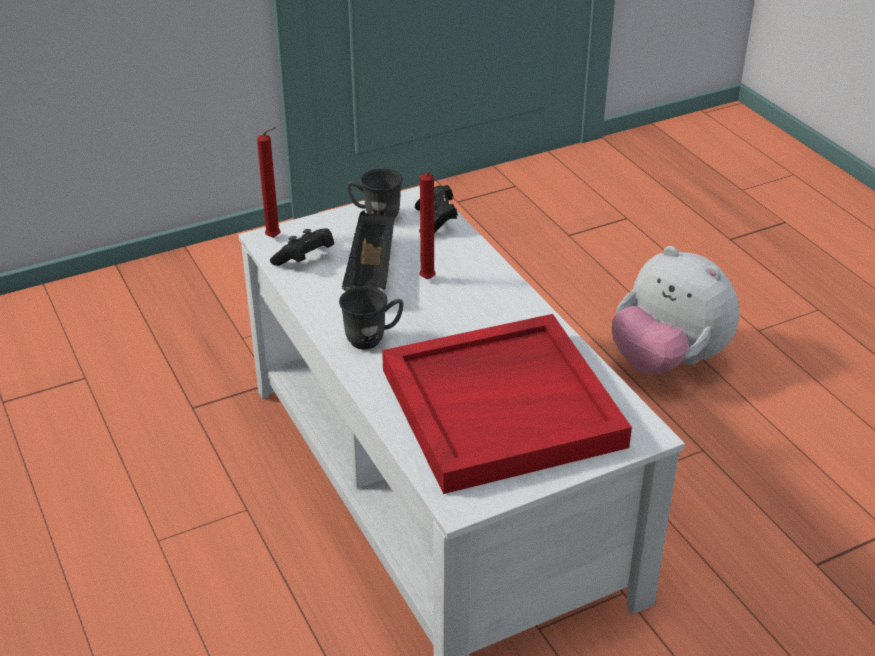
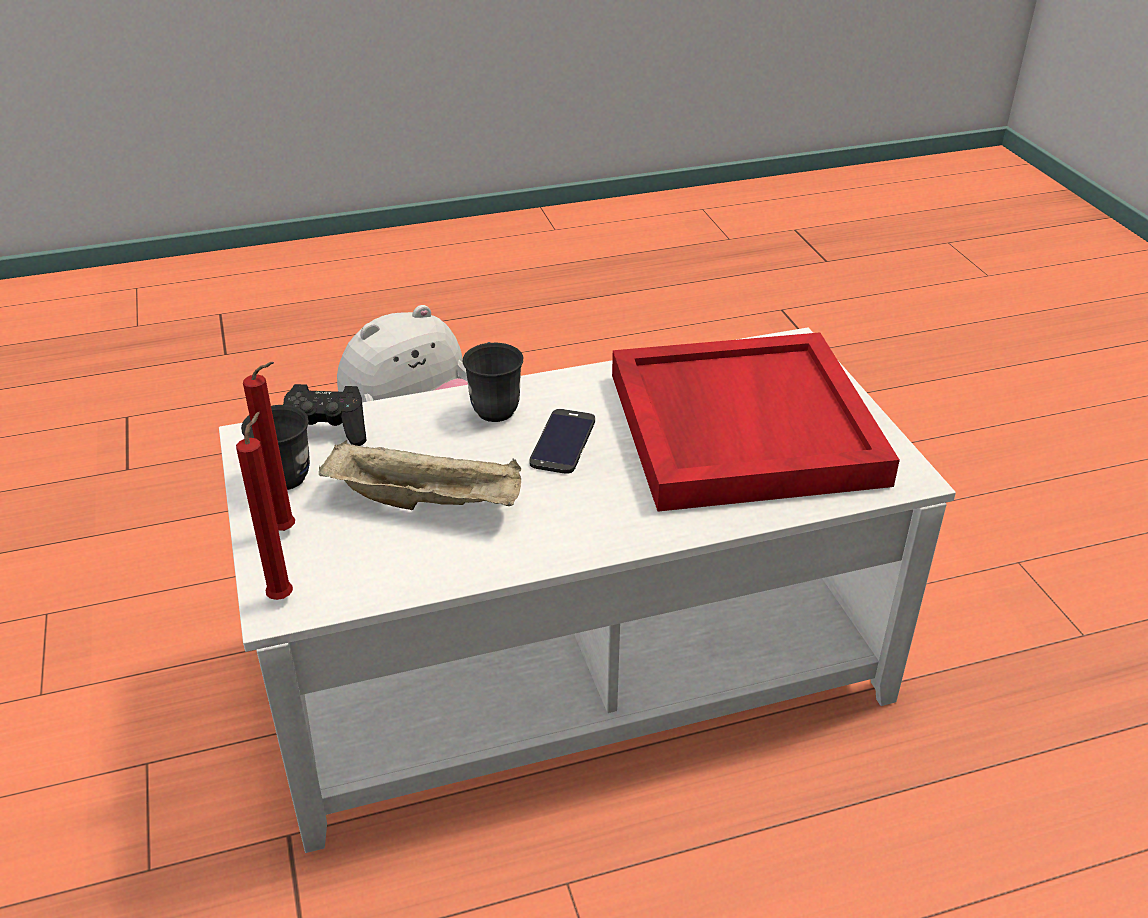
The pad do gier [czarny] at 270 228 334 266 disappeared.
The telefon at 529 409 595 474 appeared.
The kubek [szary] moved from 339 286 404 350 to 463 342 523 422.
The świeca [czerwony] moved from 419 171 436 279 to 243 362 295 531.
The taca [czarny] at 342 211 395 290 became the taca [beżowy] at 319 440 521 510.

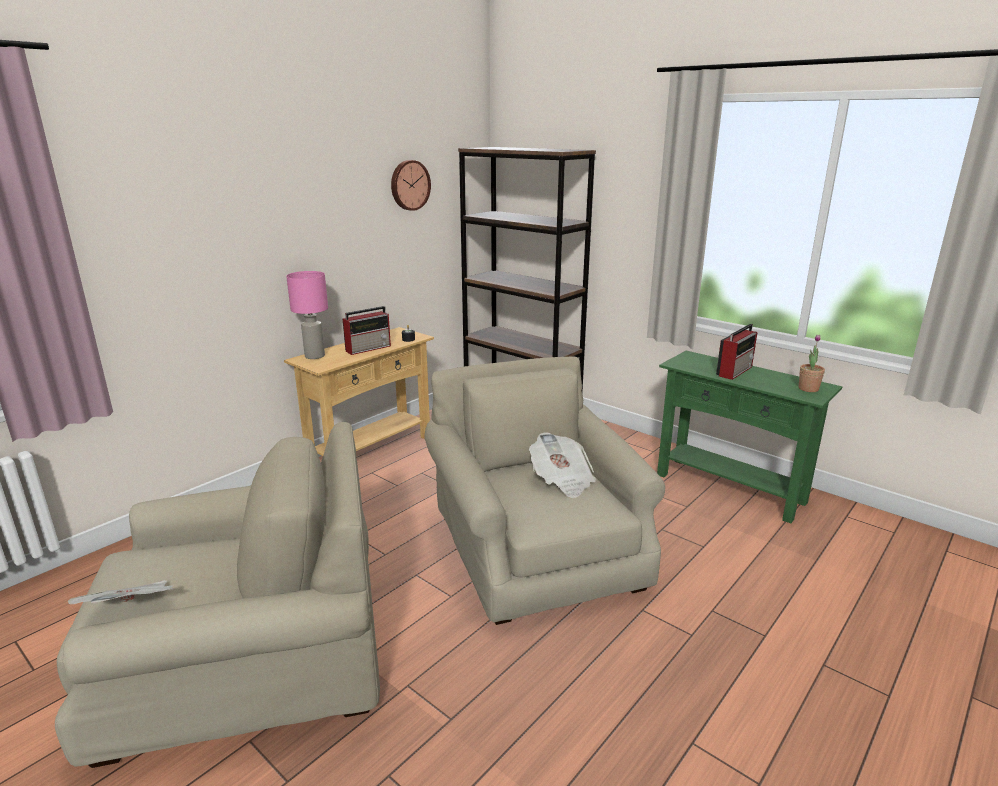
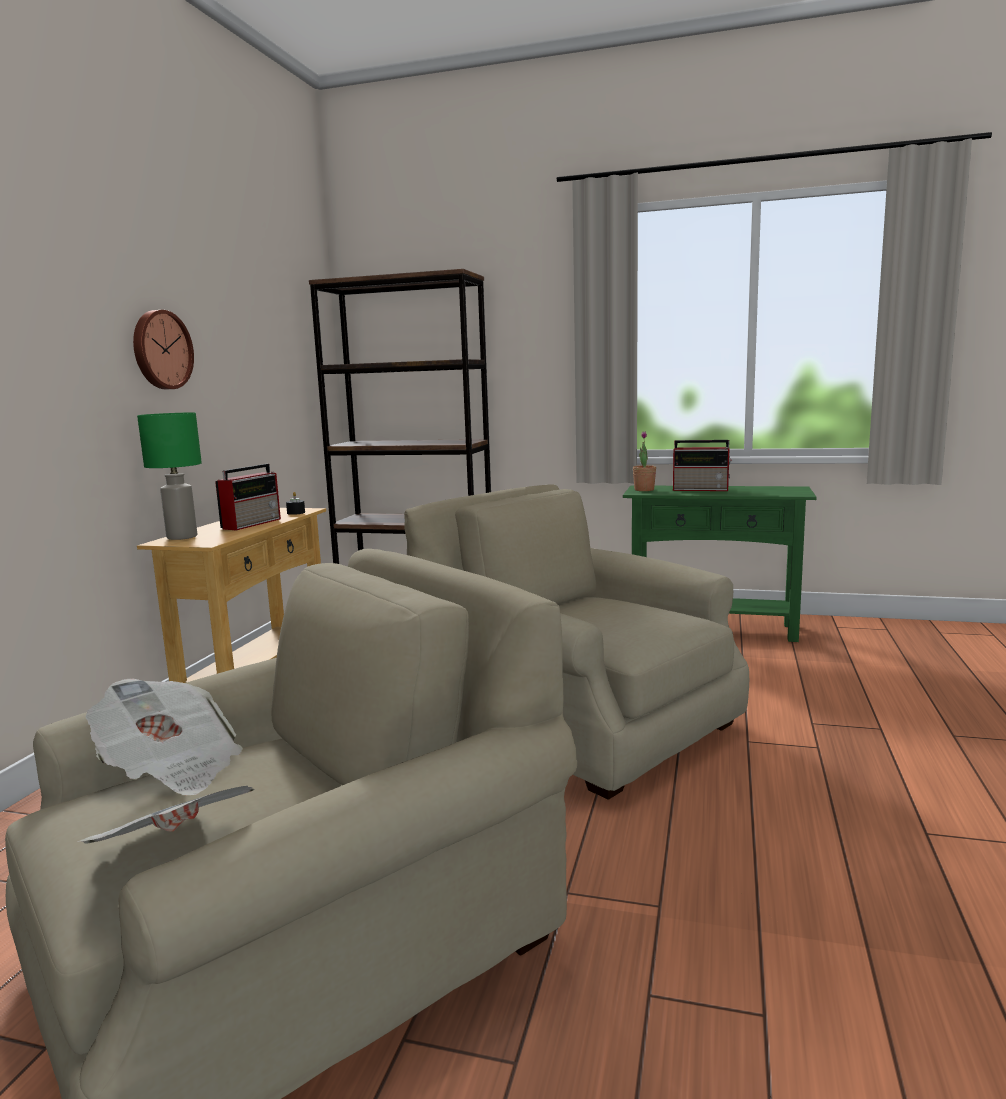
The zegar ścienny moved from 391 160 431 211 to 133 310 194 389.
The gazeta moved from 529 432 596 498 to 86 678 243 795.
The roślina doniczkowa moved from 799 335 825 392 to 633 431 656 491.
The lampa stołowa [różowy] at 286 271 328 359 became the lampa stołowa [zielony] at 137 412 202 540.
The radio at 716 324 757 380 turned 90 degrees clockwise.

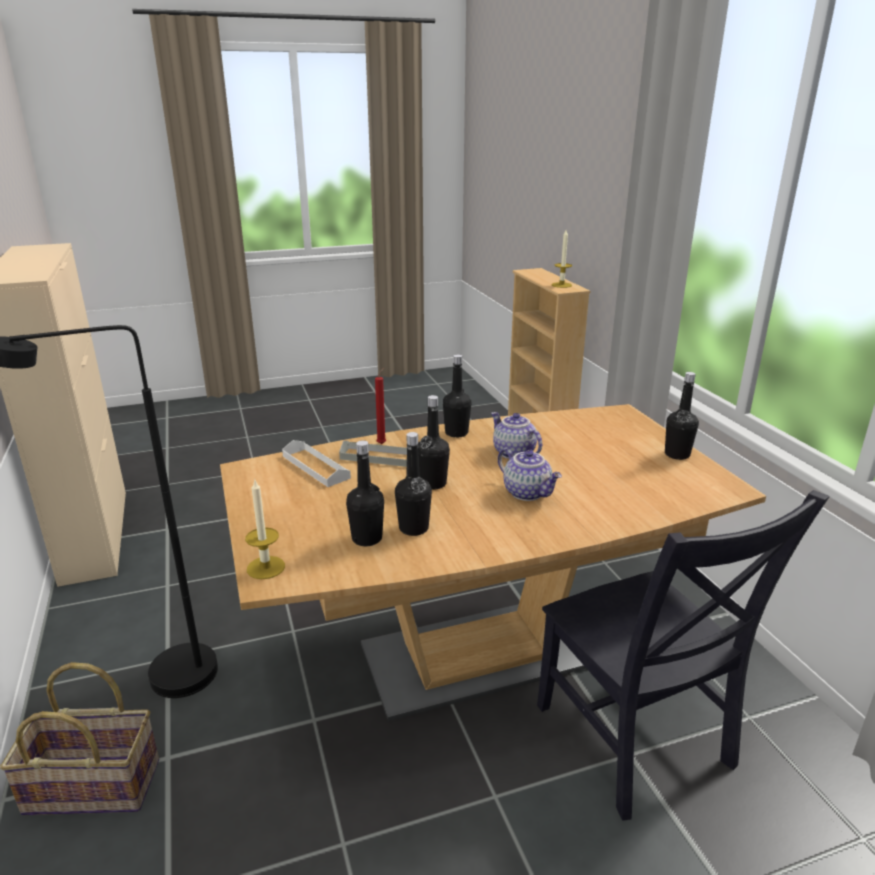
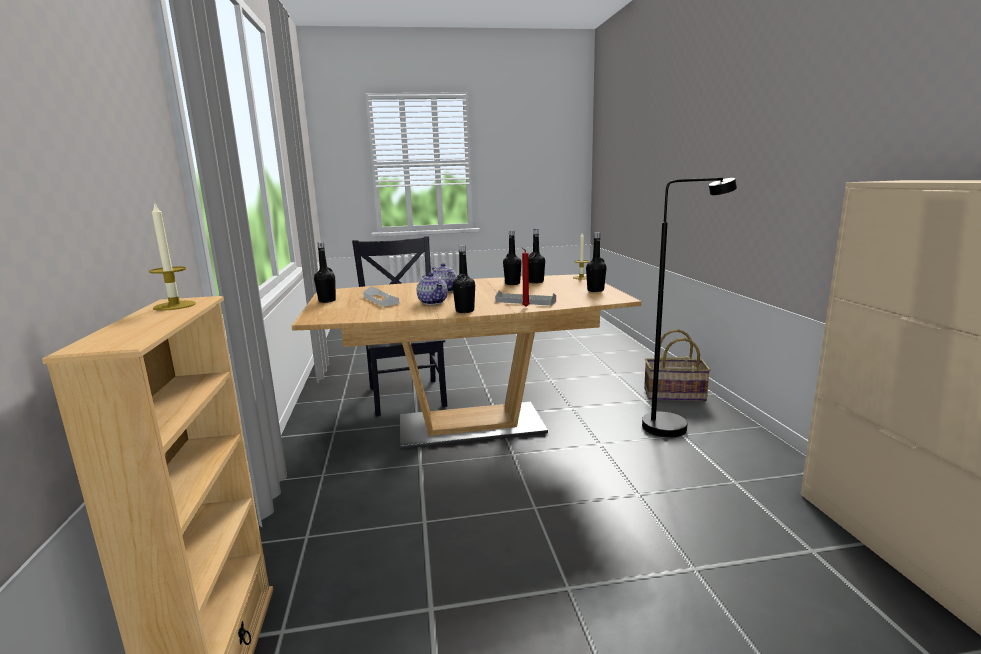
The taca [biały] moved from 282 440 351 487 to 363 287 399 307.
The butelka [czarny] moved from 418 395 450 490 to 586 232 606 292.

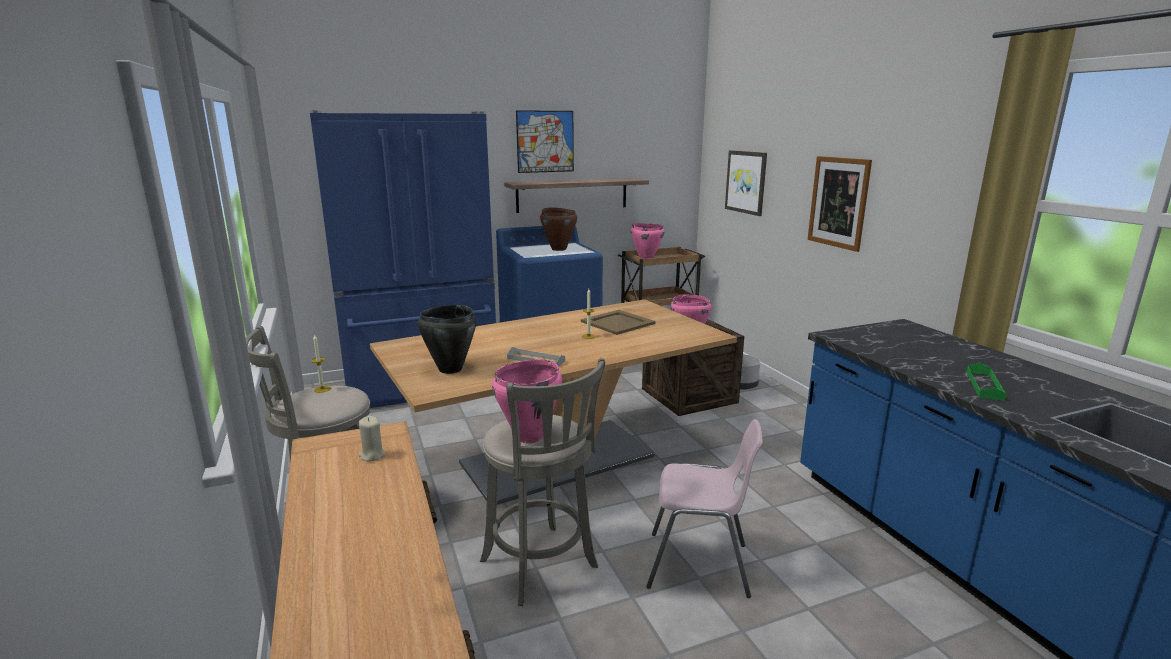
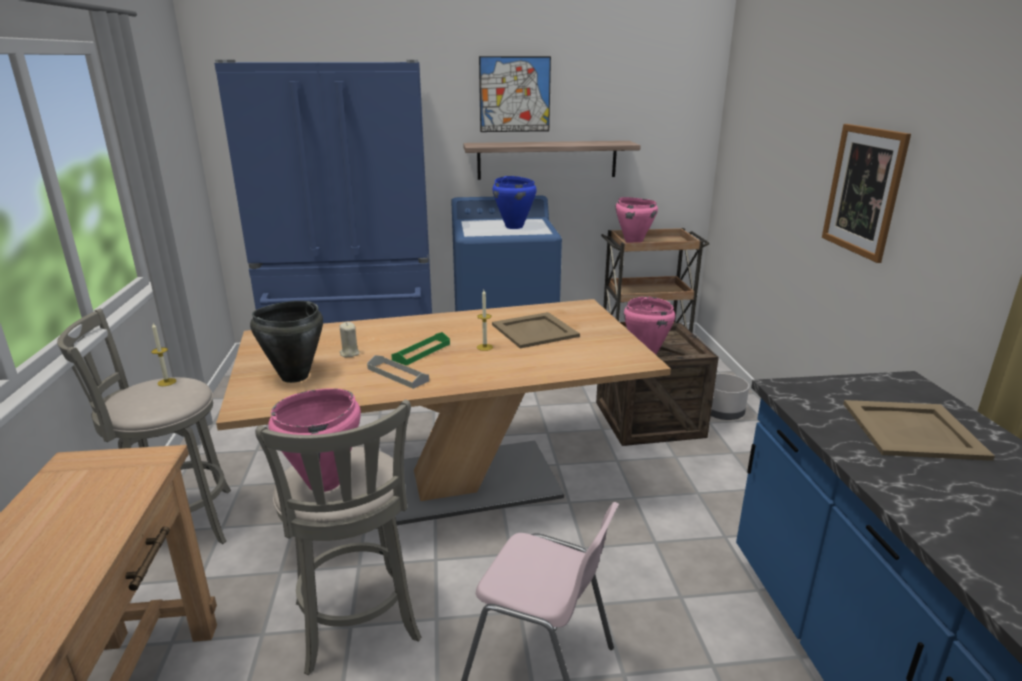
The obraz at 725 150 767 216 disappeared.
The taca [beżowy] at 843 400 995 461 appeared.
The świeca [beżowy] moved from 358 416 386 461 to 340 322 360 357.
The taca [zielony] moved from 966 362 1007 401 to 391 332 450 366.
The garnek [brązowy] at 540 207 577 251 became the garnek [niebieski] at 493 176 537 229.

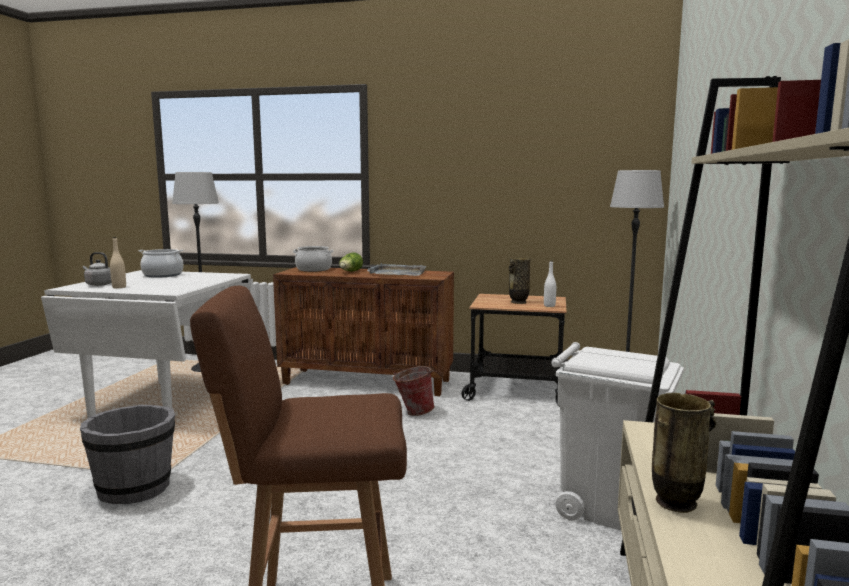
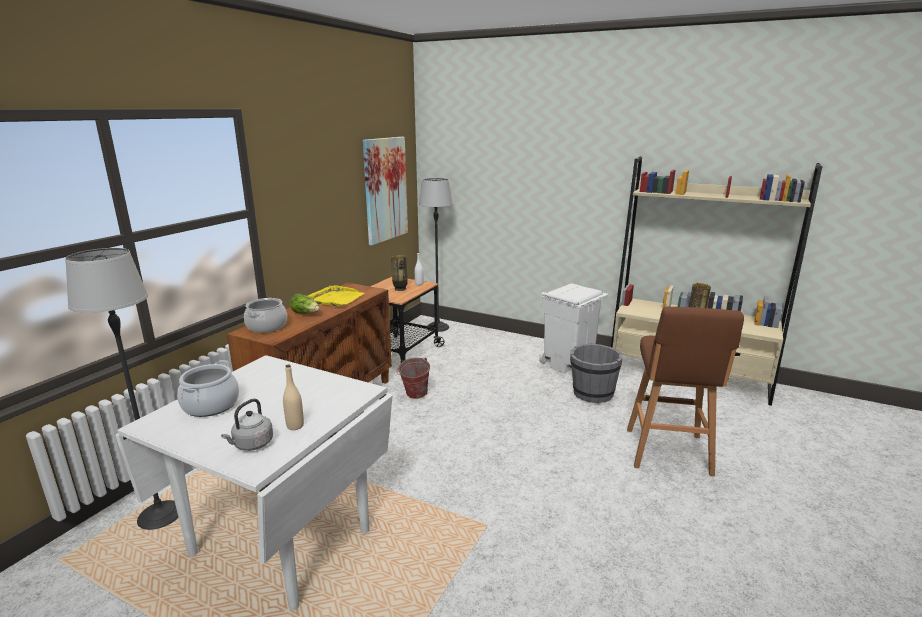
The obraz at 363 137 408 245 appeared.
The wiadro [szary] moved from 80 405 175 504 to 570 344 623 403.
The taca [szary] at 367 263 426 276 became the taca [żółty] at 308 285 364 306.

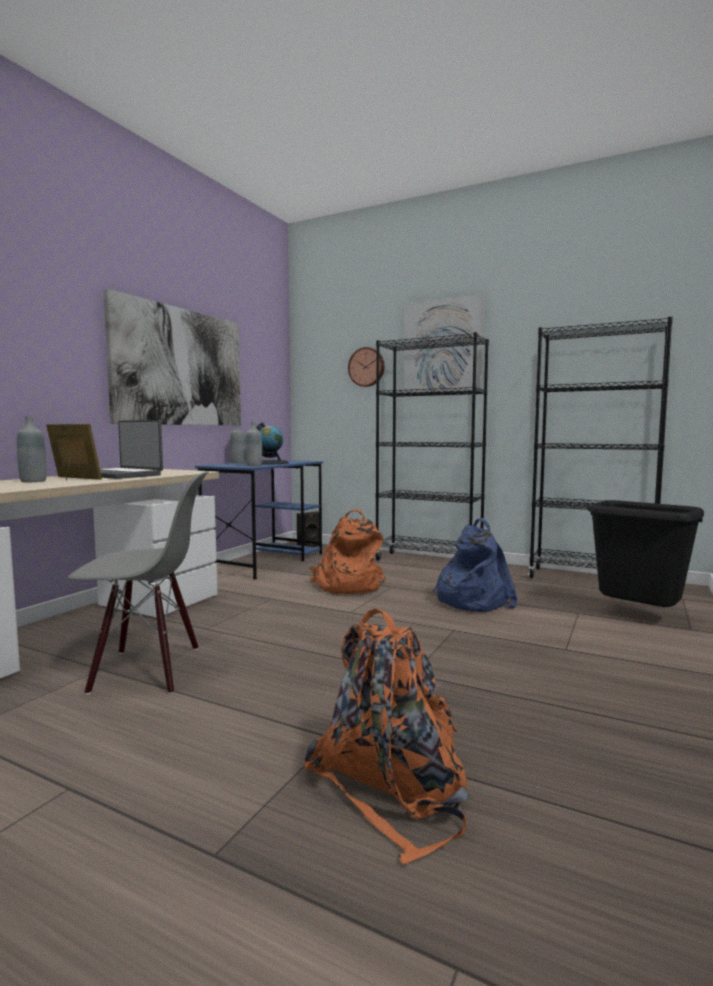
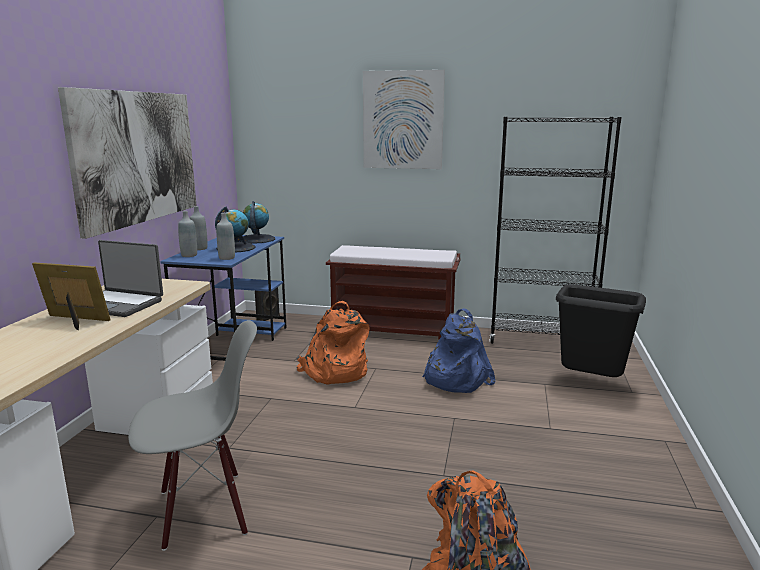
The zegar ścienny at 348 347 384 387 disappeared.
The globus at 240 201 275 244 appeared.
The butelka [szary] moved from 17 416 47 482 to 178 211 197 257.
The regał [czarny] at 375 332 489 561 was replaced by the ławka [brązowy] at 326 245 460 339.

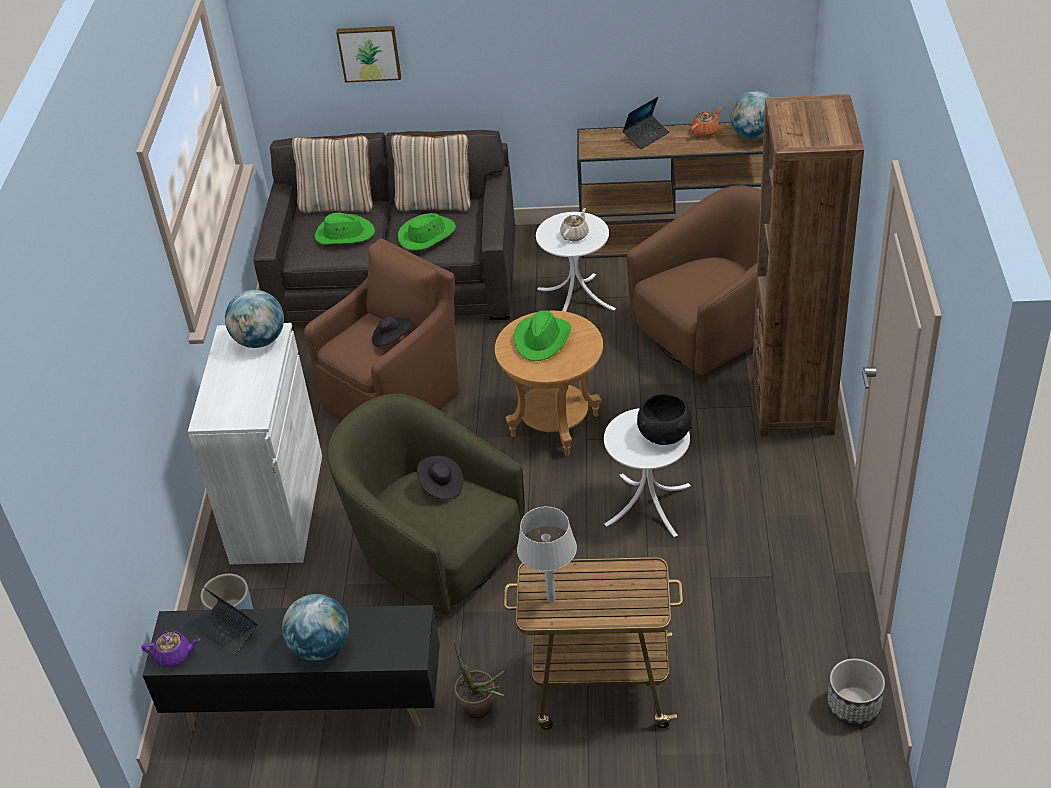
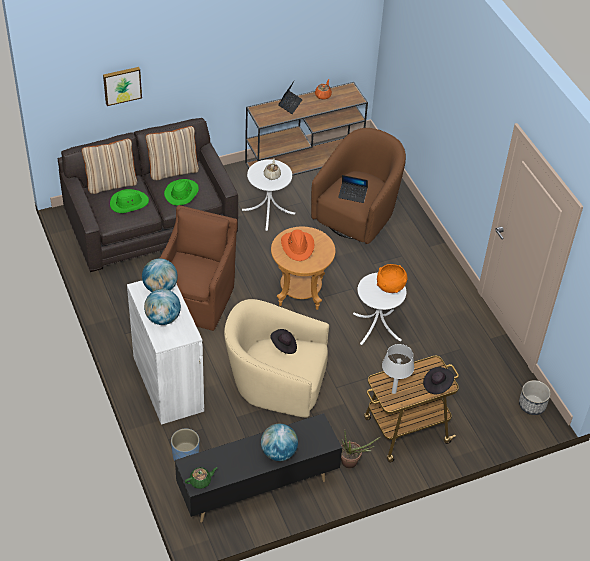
The regał [brązowy] at 752 94 864 437 disappeared.
The laptop moved from 198 587 257 655 to 338 175 368 203.
The kapelusz [czarny] moved from 372 315 411 347 to 423 367 454 395.
The globus moved from 730 91 771 140 to 144 289 181 325.
The imbryk [fioletowy] at 141 631 200 667 became the imbryk [zielony] at 185 467 217 489.
The fotel [zielony] at 327 394 525 614 became the fotel [beżowy] at 224 299 329 418.
The kapelusz [zielony] at 513 310 571 361 became the kapelusz [pomarańczowy] at 281 229 314 261.
The miska [czarny] at 637 394 693 445 became the miska [pomarańczowy] at 377 264 407 293.

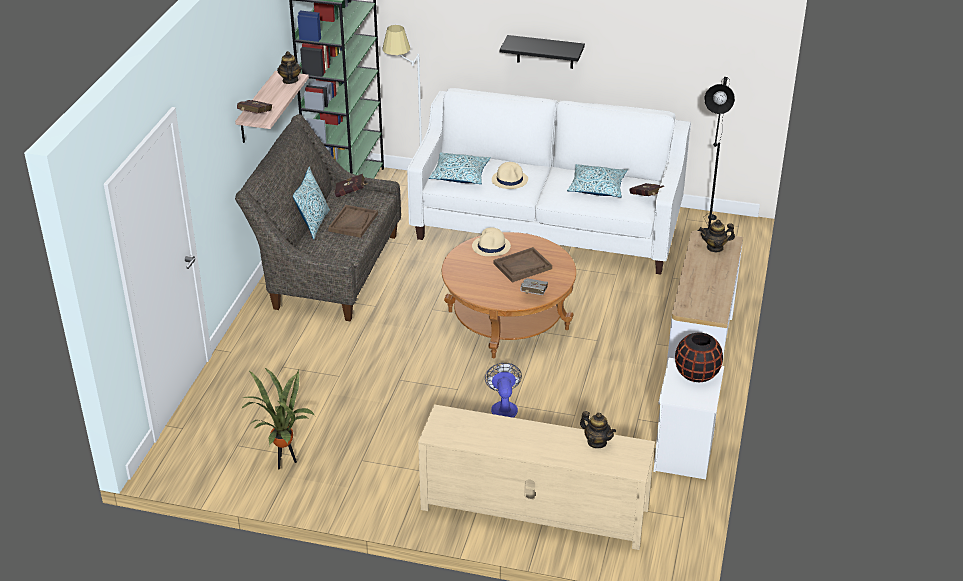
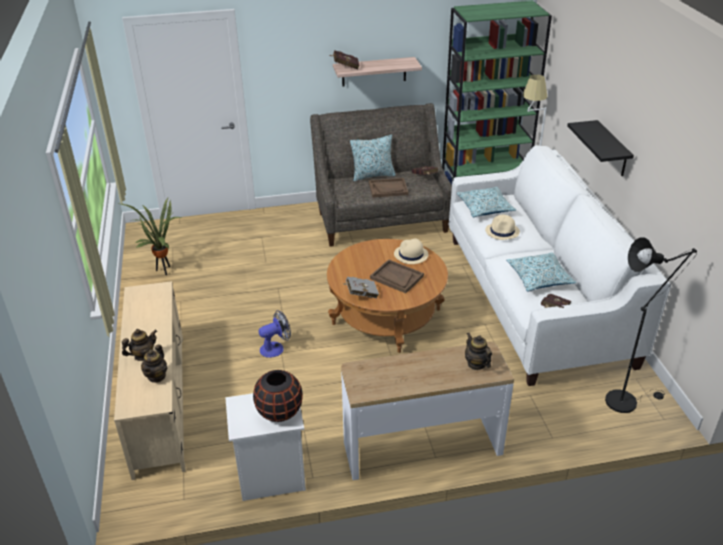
The imbryk moved from 277 51 302 84 to 122 329 157 361.

